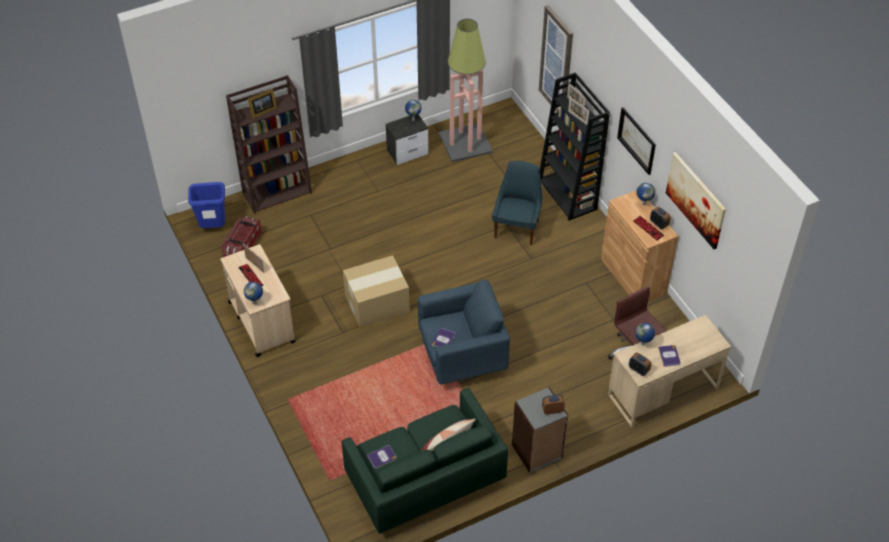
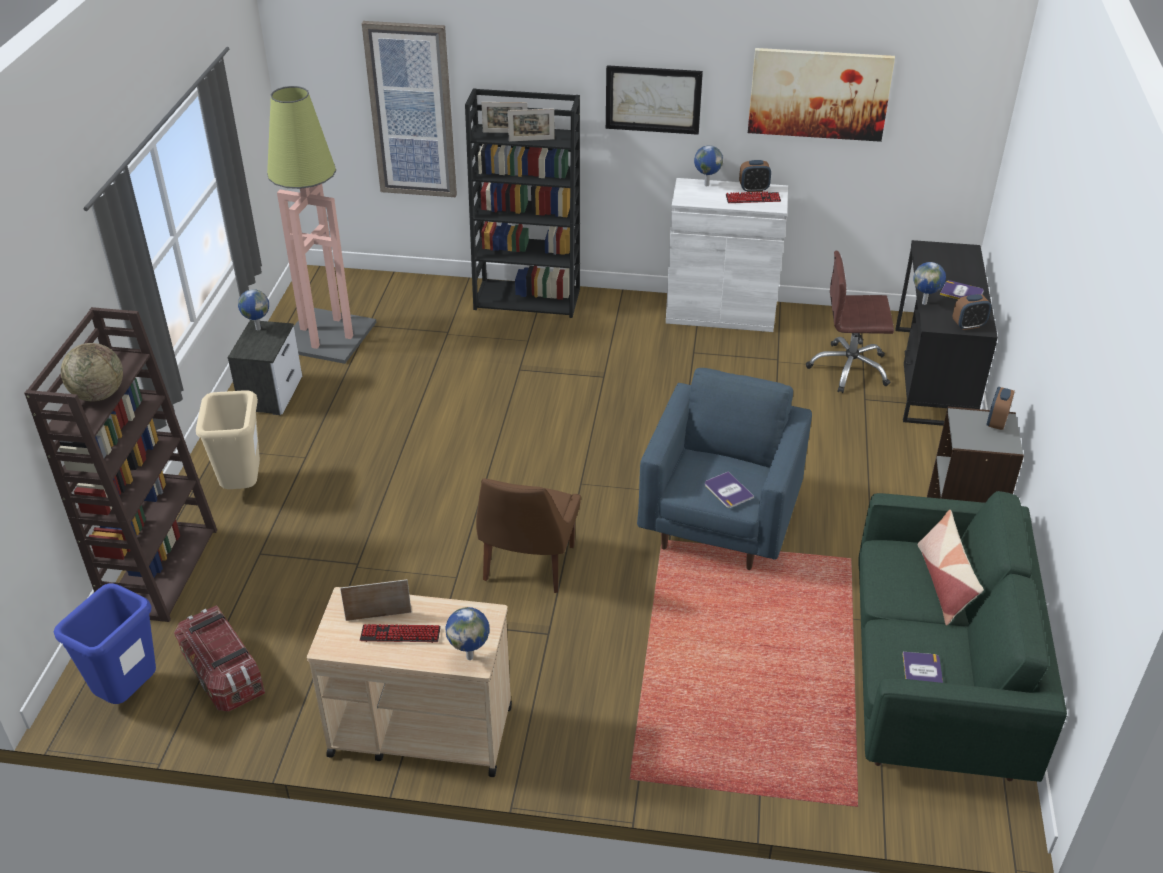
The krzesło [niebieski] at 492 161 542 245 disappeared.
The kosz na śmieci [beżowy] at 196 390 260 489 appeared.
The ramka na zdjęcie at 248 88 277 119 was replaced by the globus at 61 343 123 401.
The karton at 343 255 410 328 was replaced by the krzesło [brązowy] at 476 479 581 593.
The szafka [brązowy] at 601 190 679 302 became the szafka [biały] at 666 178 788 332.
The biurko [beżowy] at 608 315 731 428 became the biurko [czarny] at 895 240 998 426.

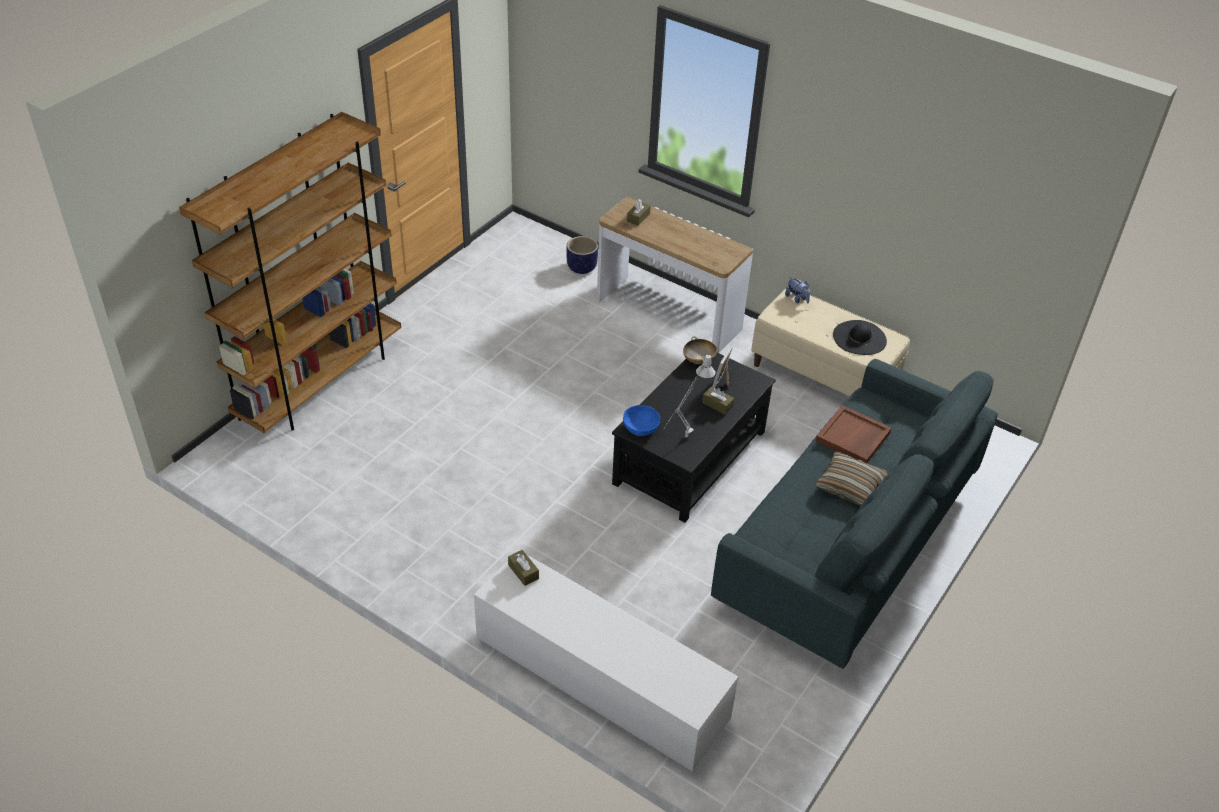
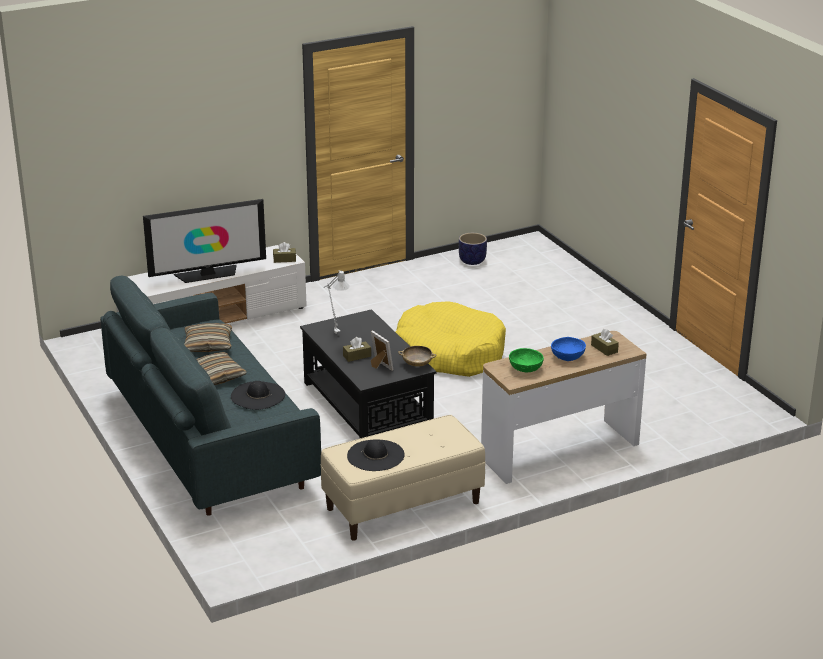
The regał [brązowy] at 179 112 401 433 disappeared.
The pluszak at 785 277 810 304 disappeared.
The telewizor at 143 199 266 283 appeared.
The poduszka at 184 323 232 352 appeared.
The legowisko [żółty] at 395 301 506 377 appeared.
The miska [zielony] at 509 348 544 372 appeared.
The donica moved from 566 236 598 274 to 459 233 487 265.
The miska [niebieski] moved from 623 405 660 436 to 551 337 586 361.
The taca [brązowy] at 816 405 892 463 was replaced by the kapelusz [czarny] at 231 381 285 410.

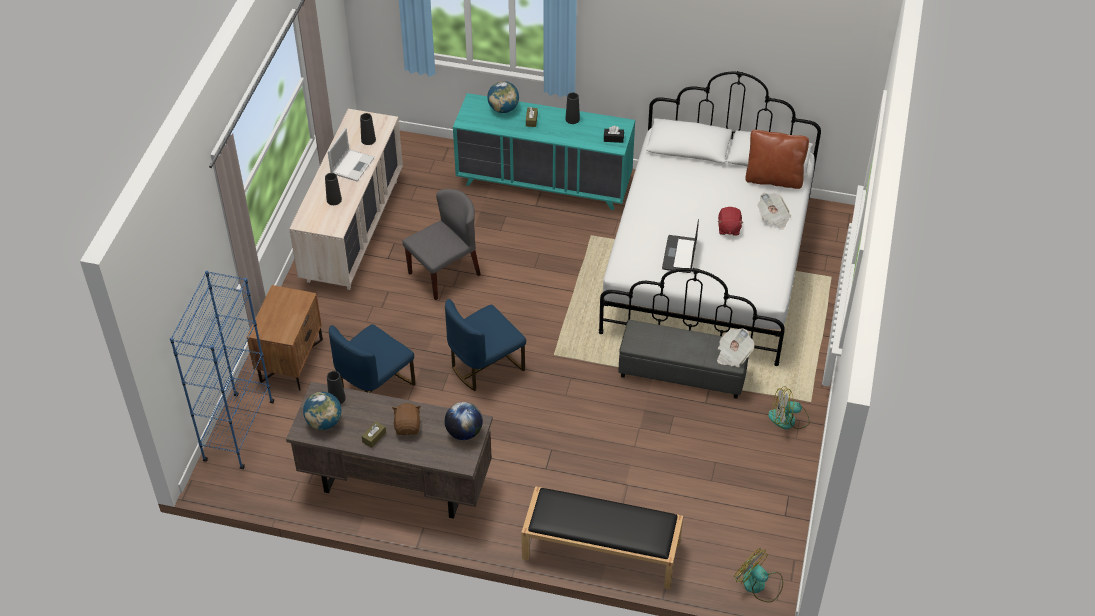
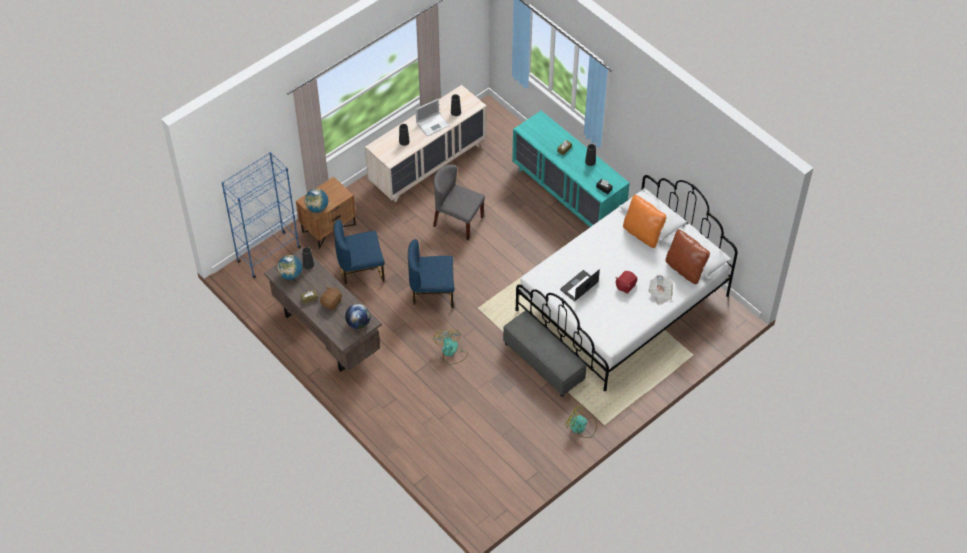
The ławka [czarny] at 521 486 683 589 disappeared.
The gazeta at 717 328 754 367 disappeared.
The poduszka [pomarańczowy] at 623 195 666 248 appeared.
The globus moved from 487 81 519 113 to 304 189 328 213.
The wentylator moved from 734 548 783 603 to 433 329 468 365.
The krzesło [szary] at 402 189 481 300 turned 150 degrees counterclockwise.

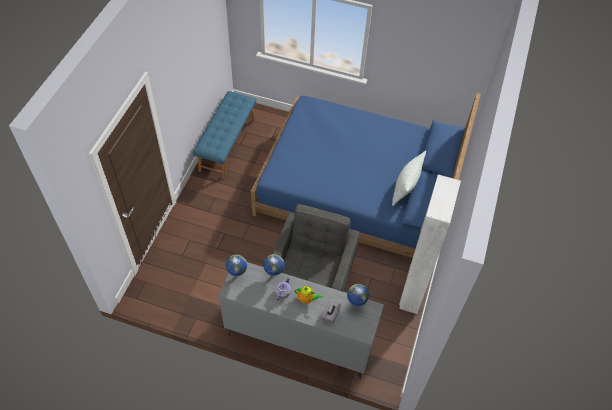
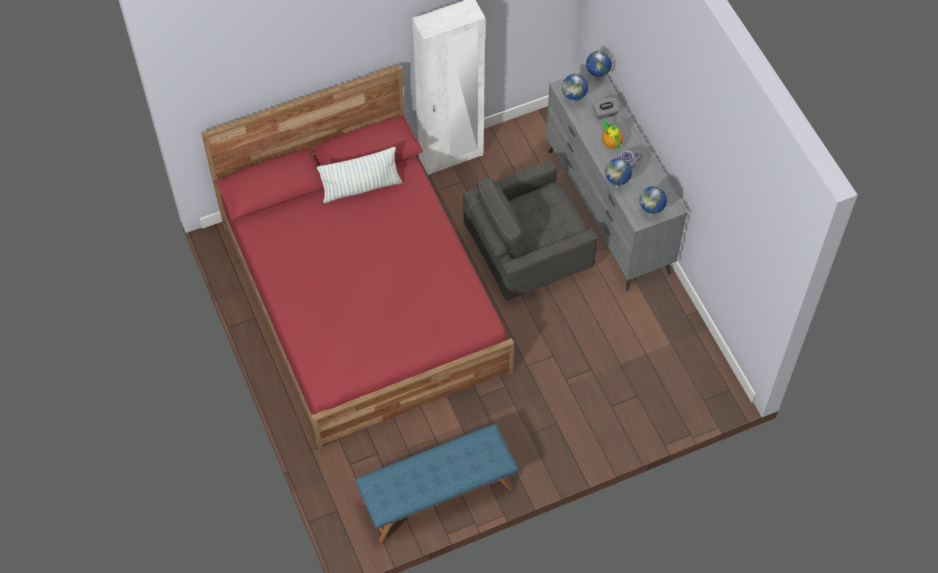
The globus at 586 51 612 81 appeared.
The łóżko [niebieski] at 251 93 481 258 became the łóżko [czerwony] at 201 64 514 449.

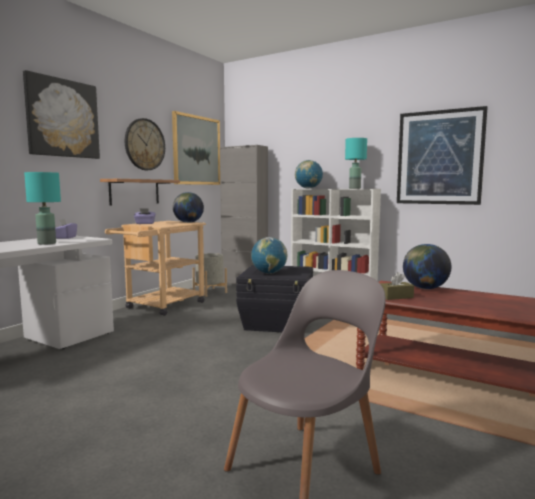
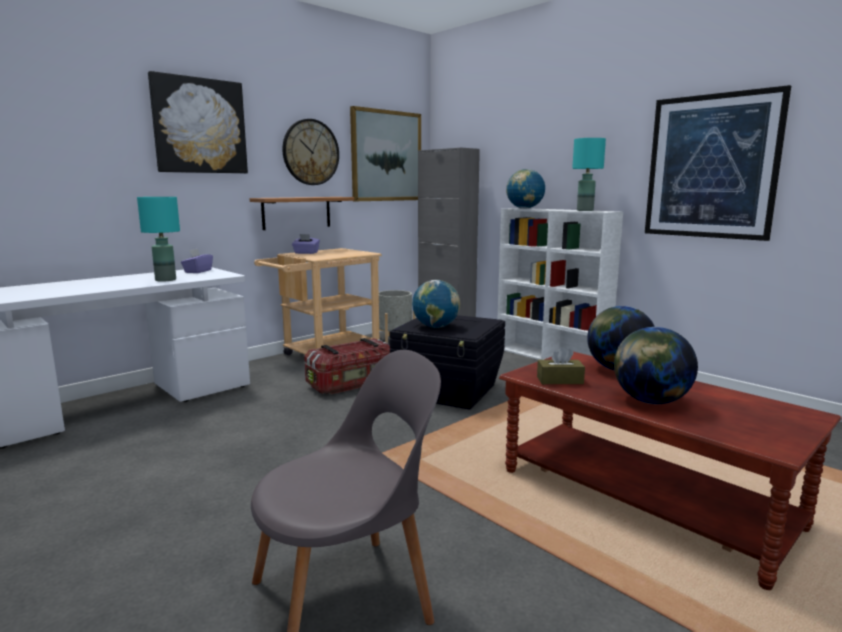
The pojemnik do przechowywania at 304 338 391 395 appeared.
The globus moved from 173 192 204 223 to 614 327 698 404.

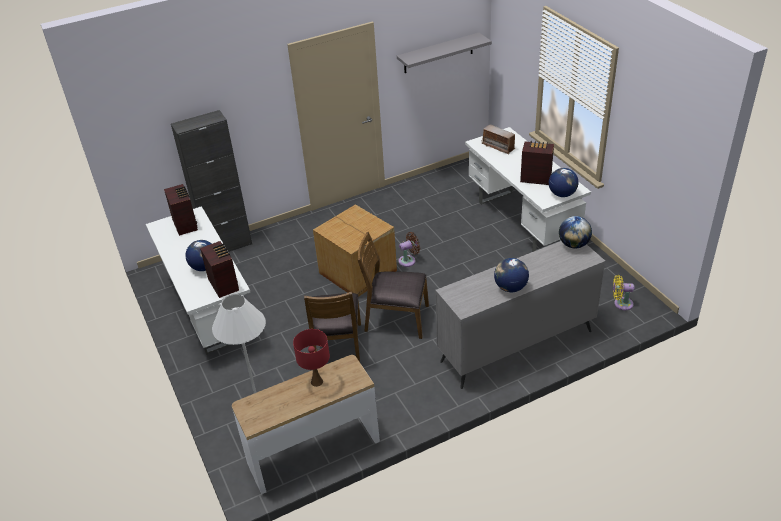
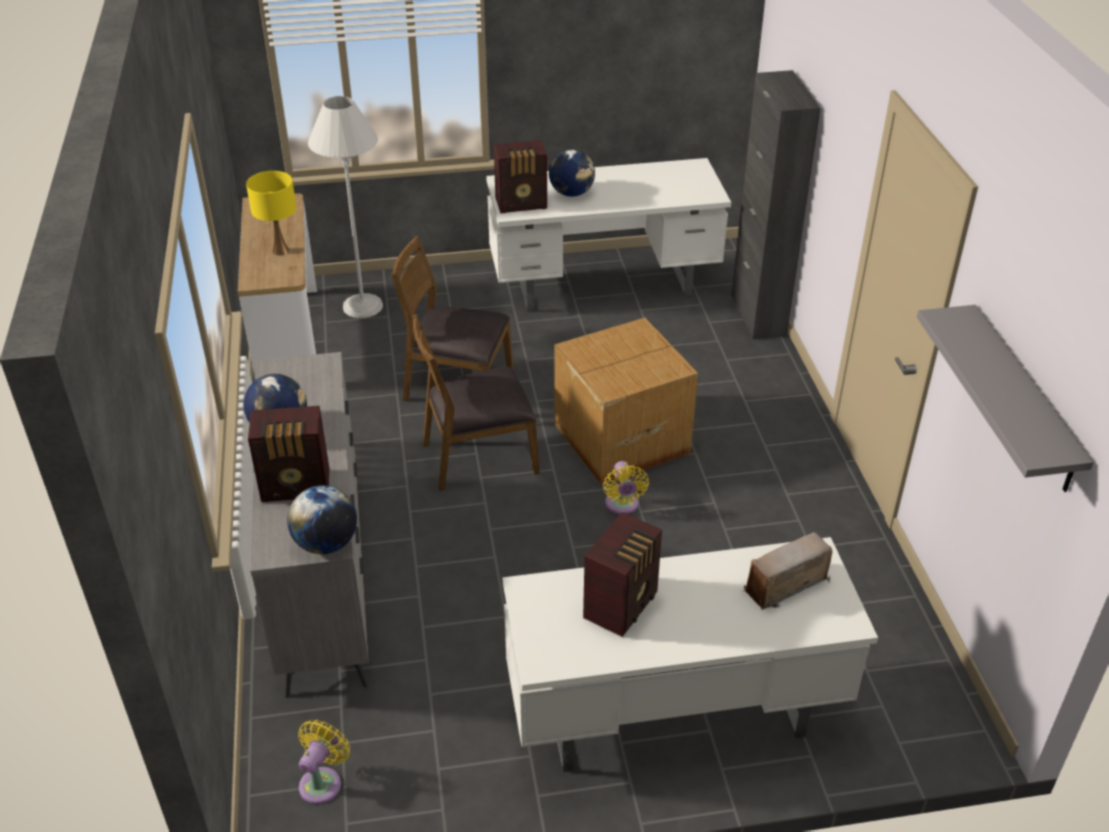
The globus at 549 168 579 197 disappeared.
The radio moved from 164 184 198 236 to 248 406 330 502.
The lampa stołowa [czerwony] at 293 329 330 387 became the lampa stołowa [żółty] at 246 171 296 255.
The wentylator [brązowy] at 398 232 420 267 became the wentylator [żółty] at 603 461 649 514.
The krzesło [brązowy] at 358 232 429 339 turned 135 degrees counterclockwise.

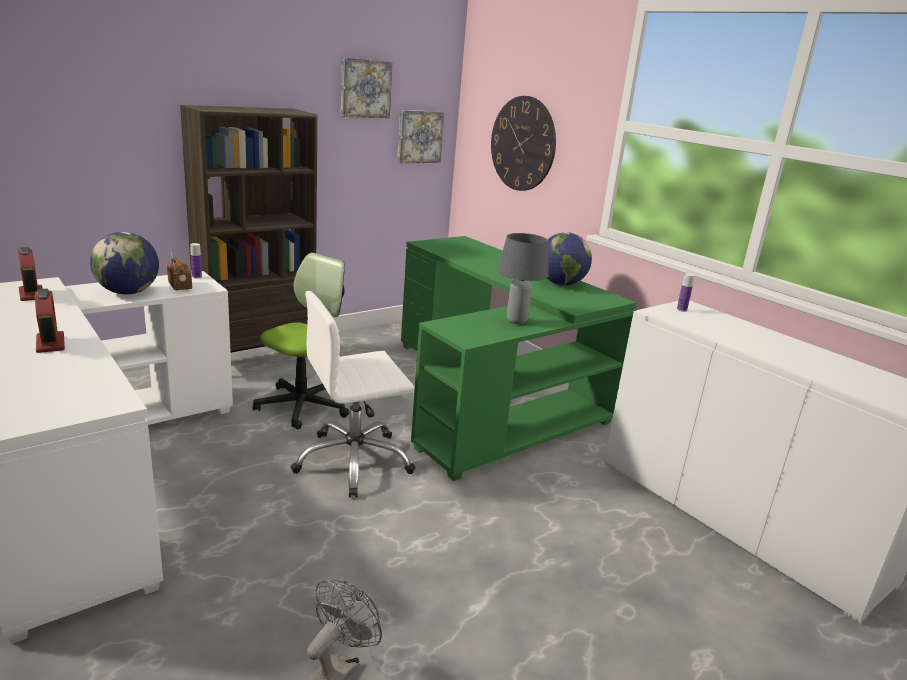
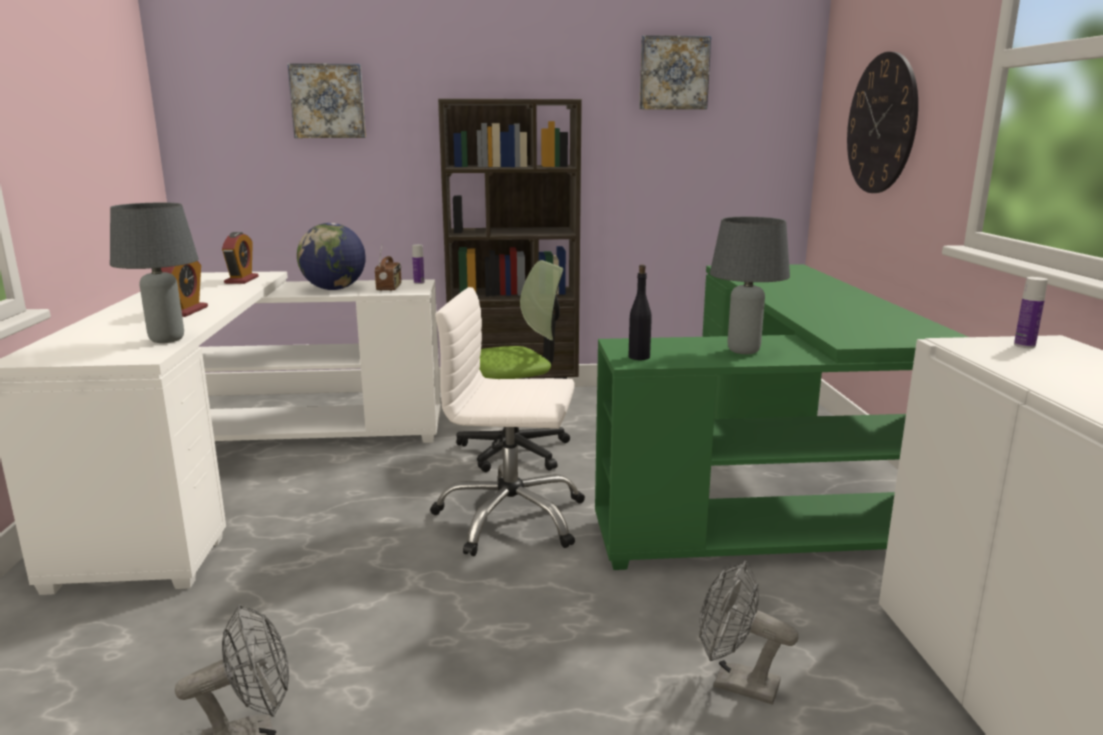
The globus at 547 232 592 286 disappeared.
The lampa stołowa [szary] at 110 203 199 343 appeared.
The butelka [czarny] at 628 265 652 360 appeared.
The wentylator [szary] at 699 561 799 705 appeared.
The obraz moved from 397 110 444 164 to 287 63 366 138.

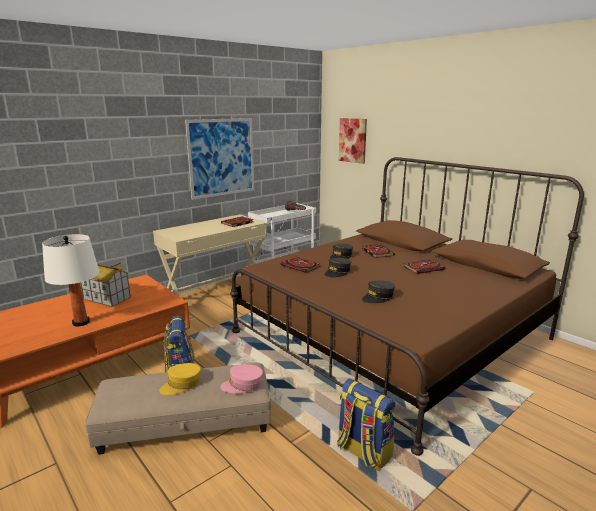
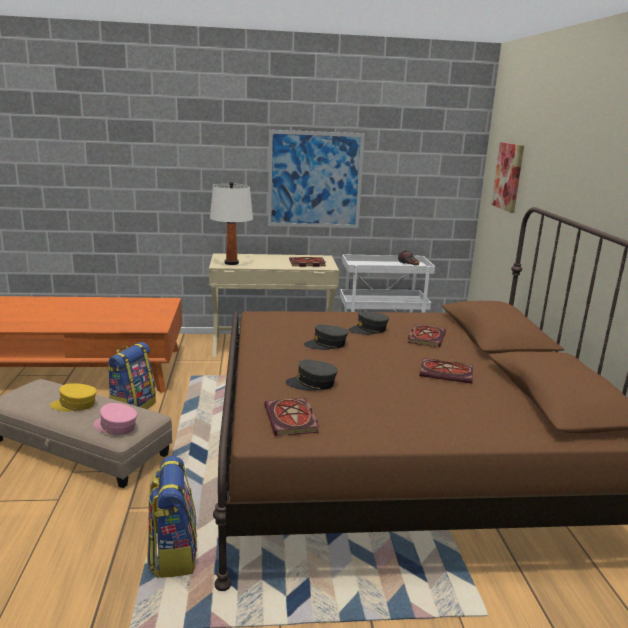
The domek at 80 263 131 307 disappeared.
The lampa stołowa [biały] moved from 42 234 99 326 to 210 182 253 265.
The książka moved from 281 257 320 273 to 264 398 319 436.

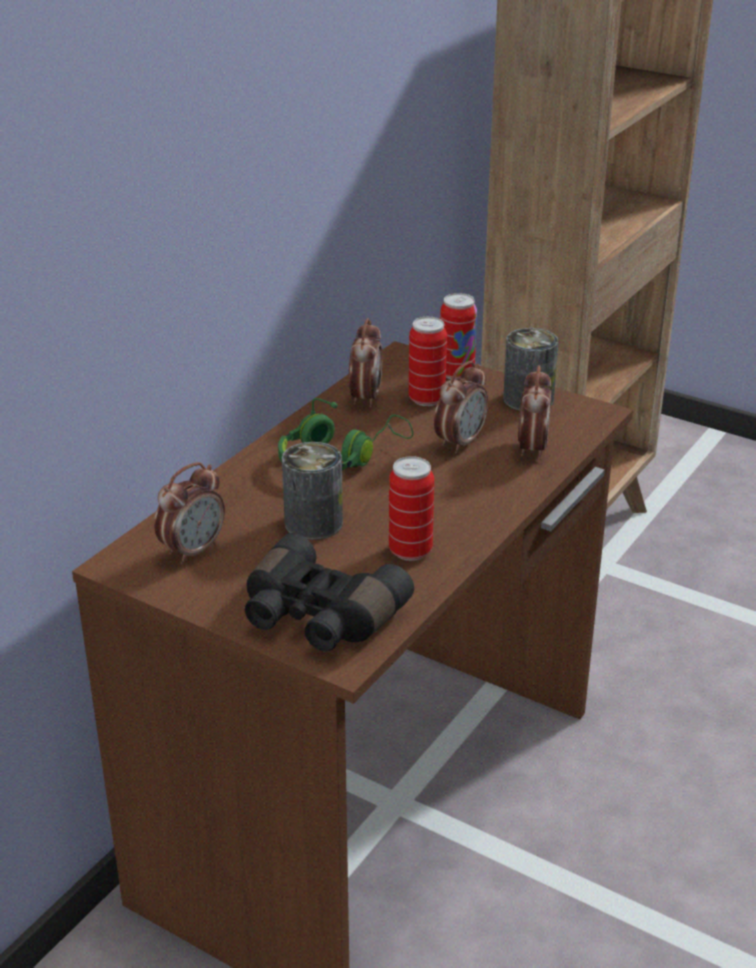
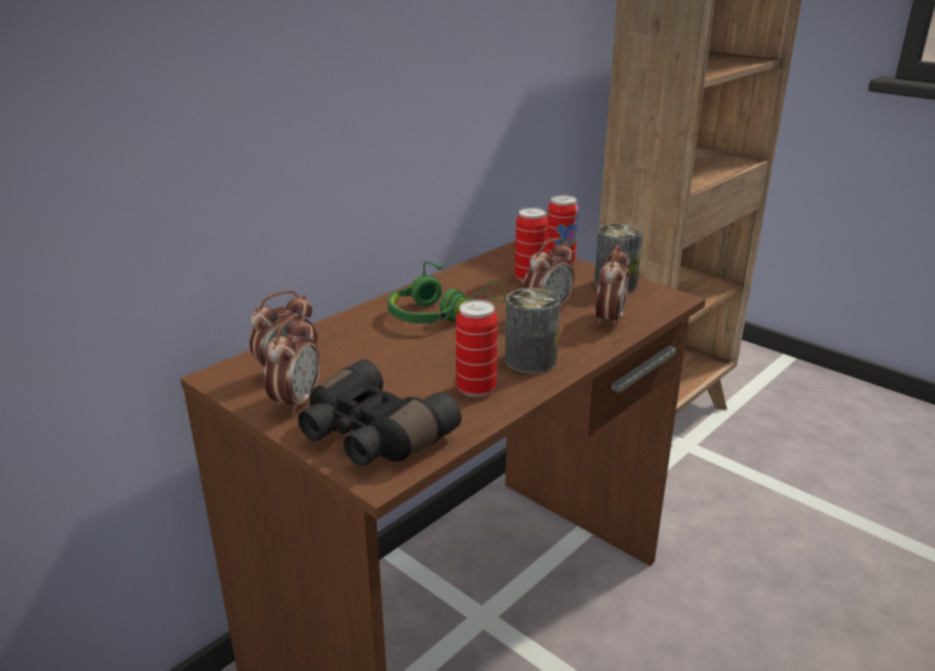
The puszka moved from 282 442 343 540 to 505 288 560 374.
The budzik moved from 349 318 382 408 to 264 314 320 415.

